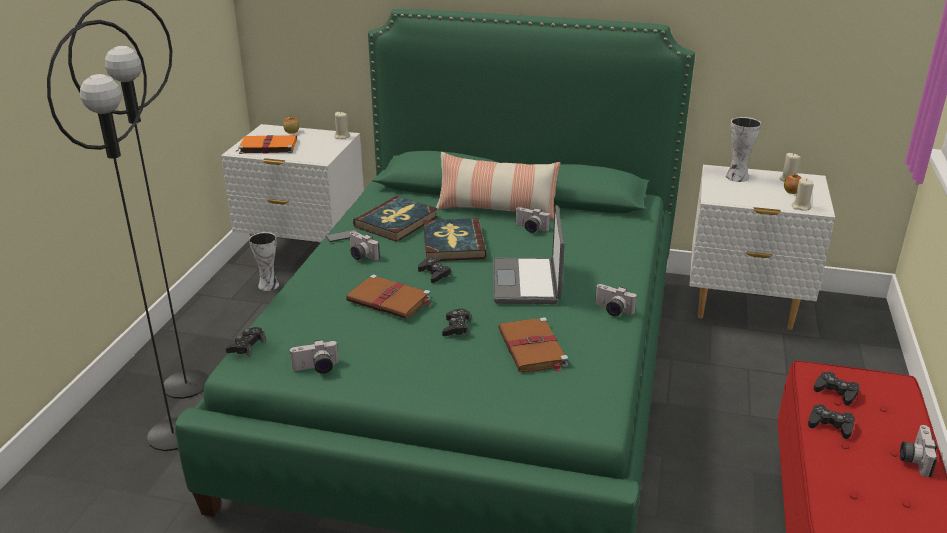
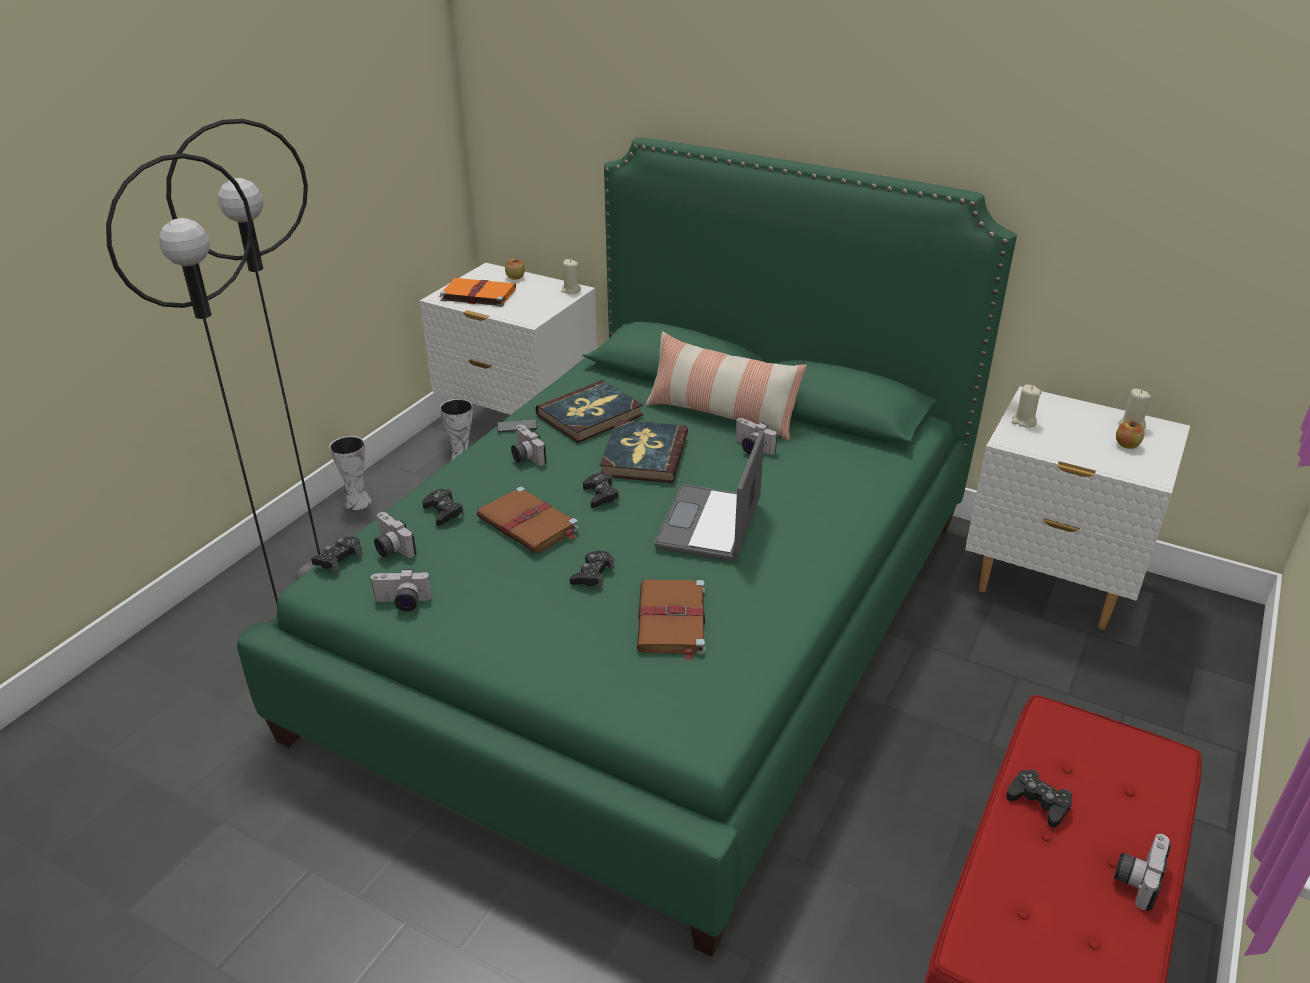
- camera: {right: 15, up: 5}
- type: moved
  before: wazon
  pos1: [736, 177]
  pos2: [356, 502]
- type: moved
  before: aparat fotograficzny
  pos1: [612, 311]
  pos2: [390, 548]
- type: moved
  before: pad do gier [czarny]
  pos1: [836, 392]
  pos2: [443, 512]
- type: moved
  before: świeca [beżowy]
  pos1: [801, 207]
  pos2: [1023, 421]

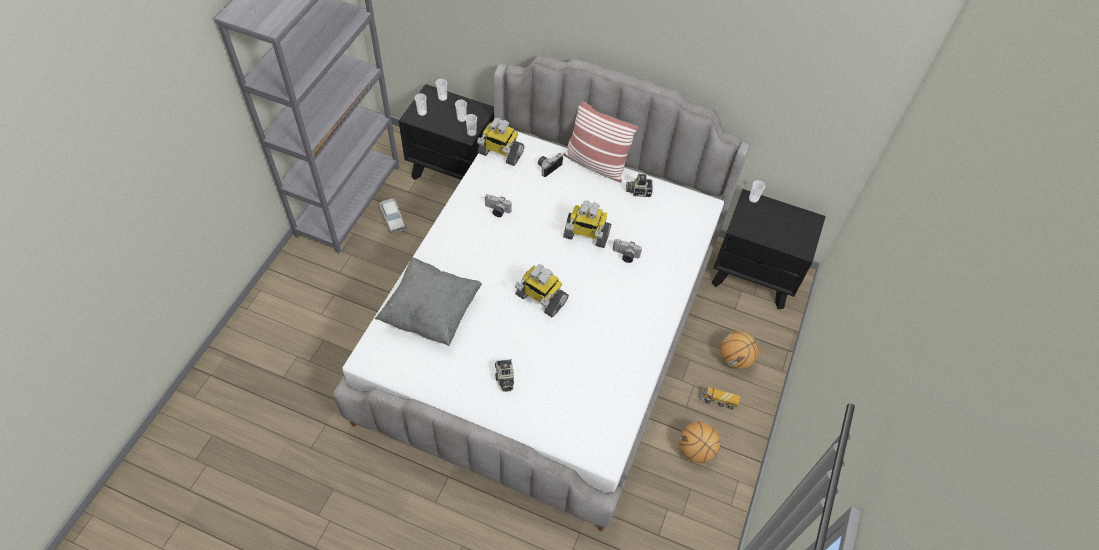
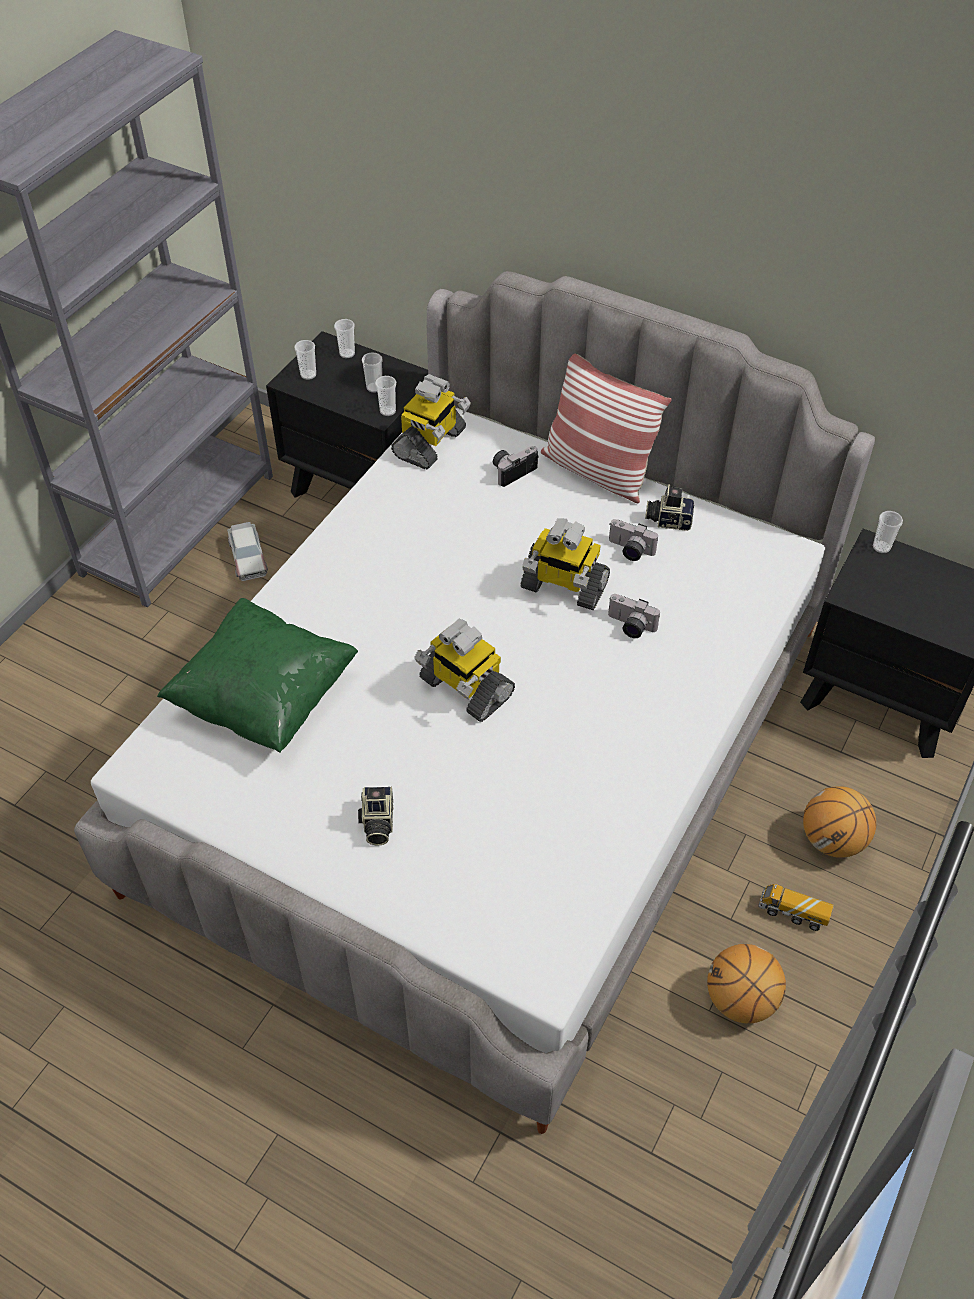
- camera: {right: 10, up: -5}
- type: recoloured
  before: poduszka [szary]
  after: poduszka [zielony]
  pos1: [431, 312]
  pos2: [265, 698]
- type: turned
  before: robot zabawkowy
  pos1: [500, 153]
  pos2: [430, 444]
  turn: -90
- type: moved
  before: aparat fotograficzny
  pos1: [496, 211]
  pos2: [629, 551]

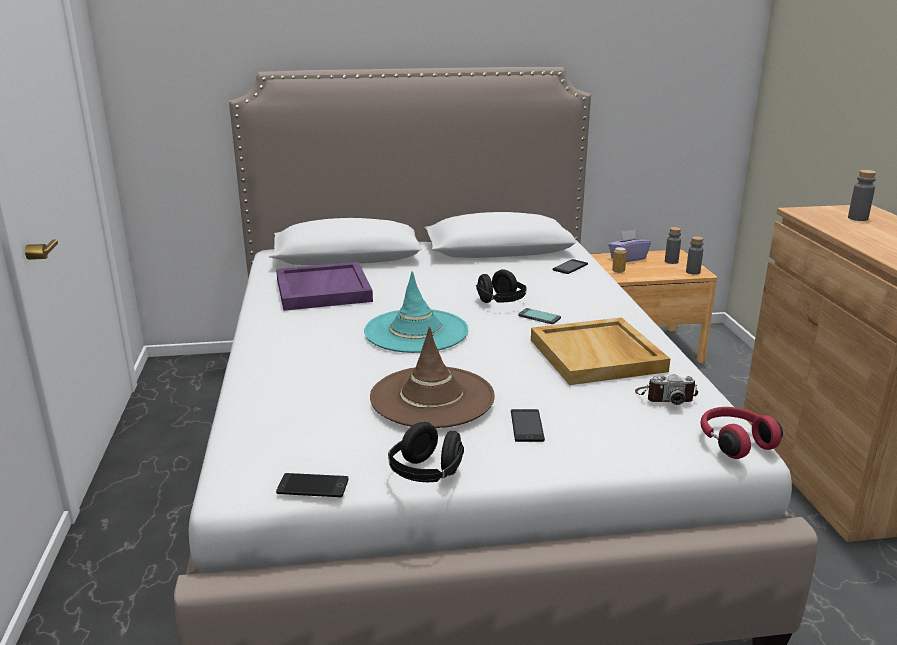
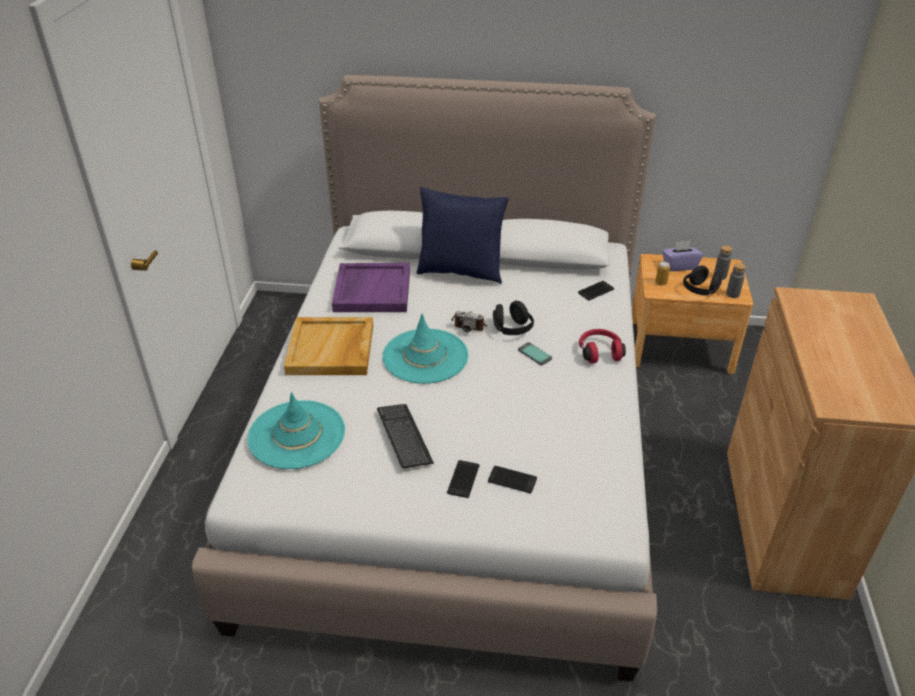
- camera: {right: 15, up: 15}
- type: added
  after: kapelusz [turkusowy]
  pos2: [297, 434]
- type: moved
  before: taca [beżowy]
  pos1: [598, 355]
  pos2: [331, 350]
- type: replaced
  before: kapelusz [brązowy]
  after: klawiatura
  pos1: [432, 397]
  pos2: [404, 437]
- type: added
  after: poduszka [niebieski]
  pos2: [460, 271]
- type: moved
  before: aparat fotograficzny
  pos1: [665, 396]
  pos2: [469, 324]
- type: moved
  before: telefon
  pos1: [312, 486]
  pos2: [512, 480]
- type: moved
  before: słuchawki [czerwony]
  pos1: [734, 442]
  pos2: [599, 352]
- type: moved
  before: słuchawki [czarny]
  pos1: [426, 474]
  pos2: [700, 291]
- type: removed
  before: butelka [szary]
  pos1: [857, 218]

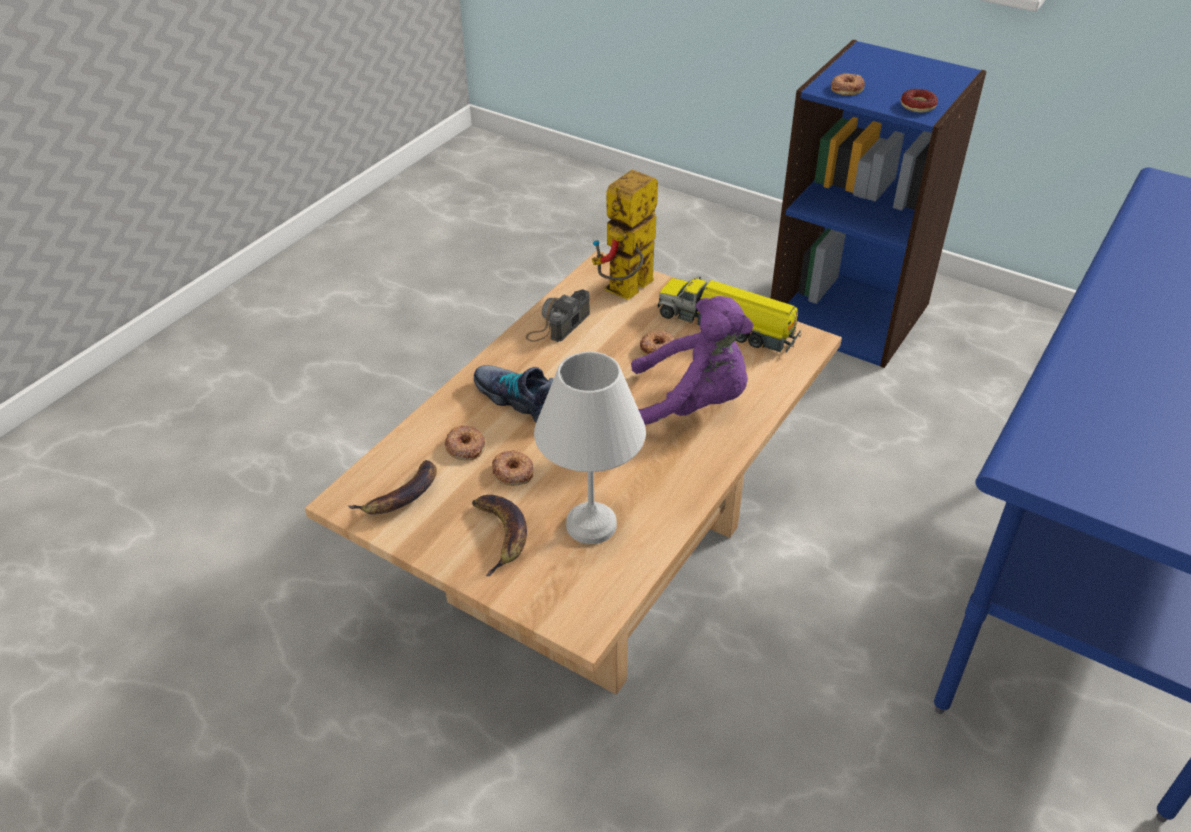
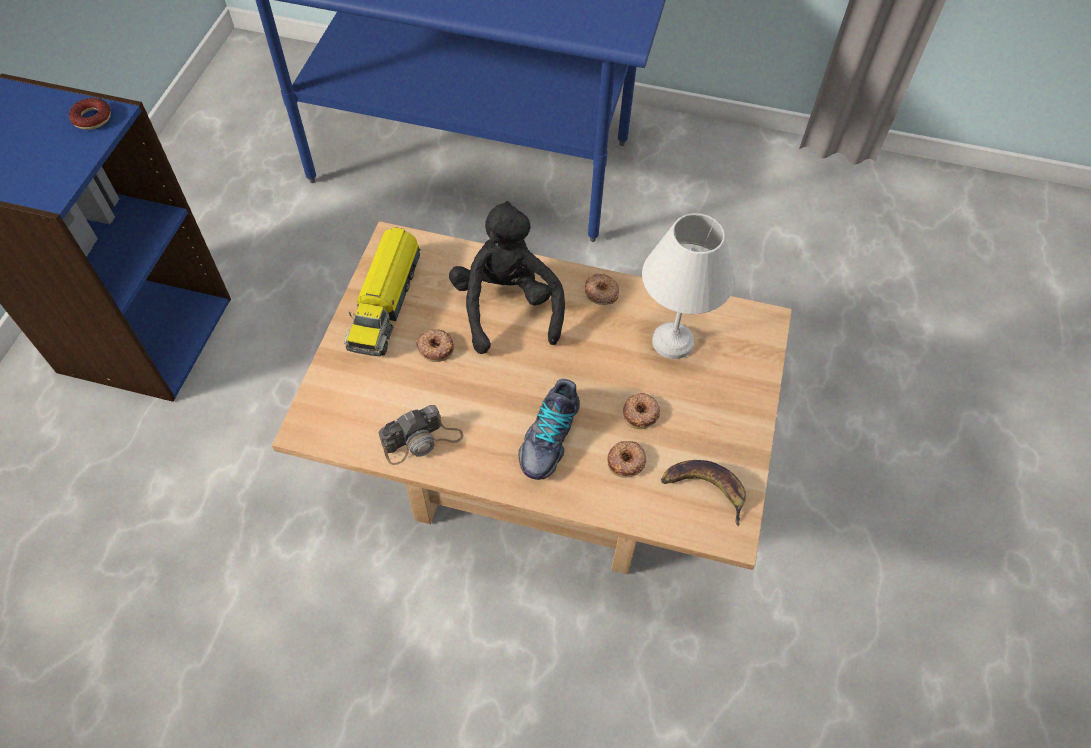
- camera: {right: -110, up: 15}
- type: turned
  before: aparat fotograficzny
  pos1: [558, 325]
  pos2: [422, 441]
  turn: -45
- type: recoloured
  before: pluszak [fioletowy]
  after: pluszak [czarny]
  pos1: [691, 405]
  pos2: [507, 306]
- type: moved
  before: donut
  pos1: [846, 88]
  pos2: [601, 292]
- type: removed
  before: banan
  pos1: [500, 535]
- type: removed
  before: robot zabawkowy
  pos1: [627, 292]

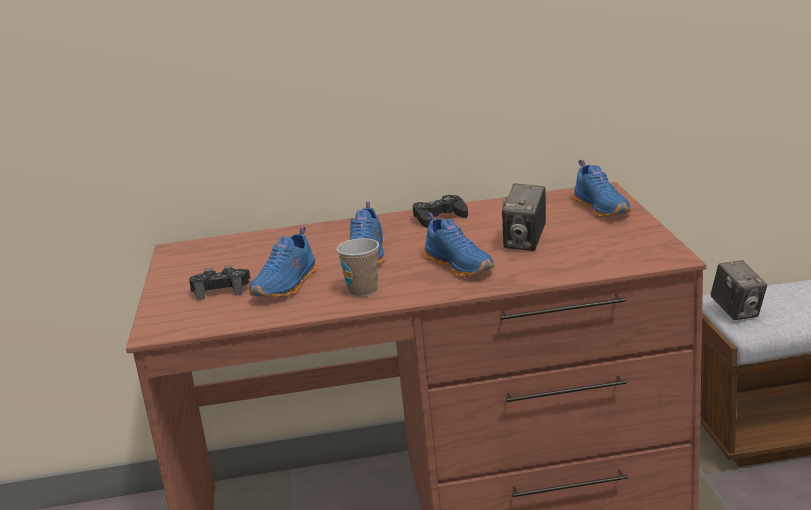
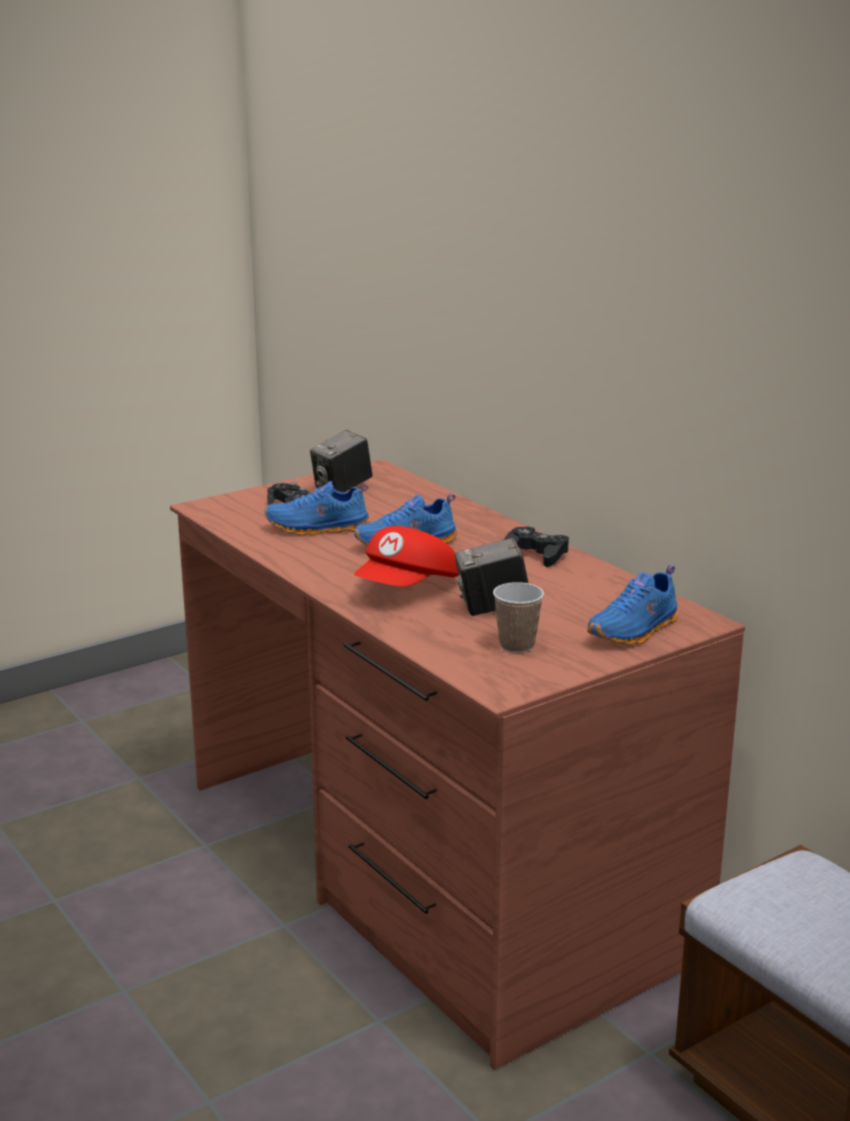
- camera: {right: 60, up: 0}
- type: moved
  before: aparat fotograficzny
  pos1: [737, 312]
  pos2: [342, 489]
- type: replaced
  before: but [niebieski]
  after: czapka z daszkiem [czerwony]
  pos1: [460, 265]
  pos2: [408, 589]
- type: moved
  before: filiżanka
  pos1: [363, 291]
  pos2: [517, 645]

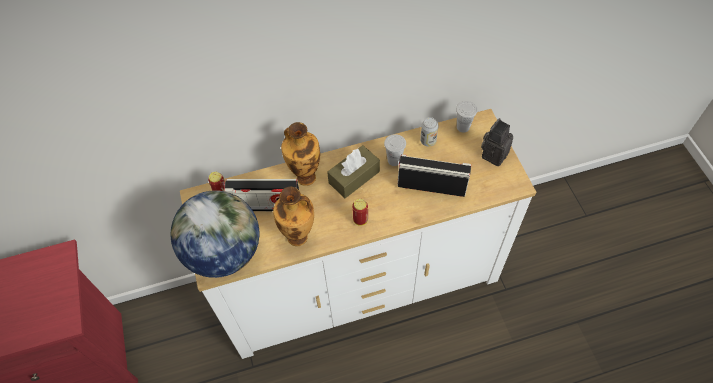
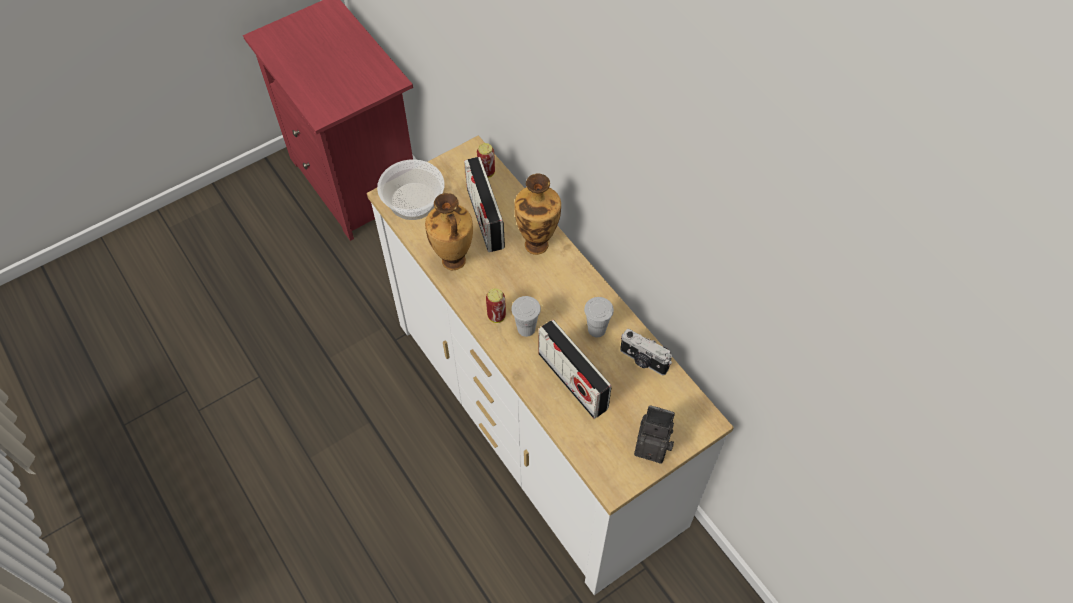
- camera: {right: 70, up: 0}
- type: replaced
  before: globus
  after: miska
  pos1: [224, 252]
  pos2: [414, 200]
- type: moved
  before: filiżanka [biały]
  pos1: [463, 127]
  pos2: [526, 328]
- type: turned
  before: radio
  pos1: [431, 186]
  pos2: [572, 381]
  turn: 150
- type: replaced
  before: puszka
  after: aparat fotograficzny
  pos1: [428, 141]
  pos2: [643, 360]
- type: removed
  before: pudełko chusteczek [brązowy]
  pos1: [354, 177]

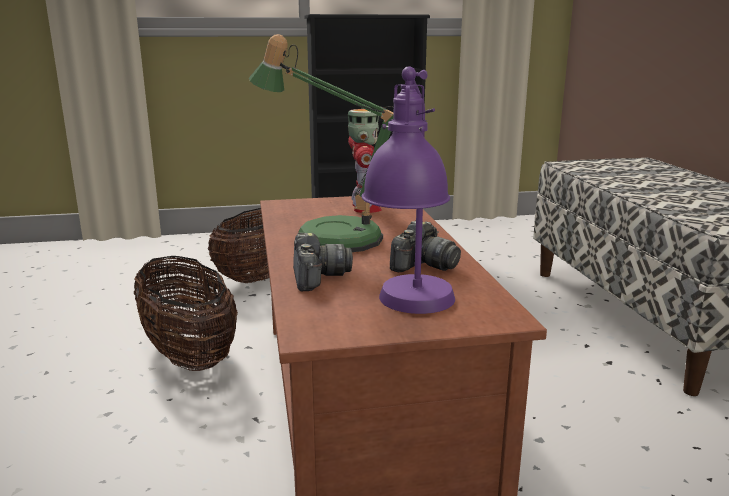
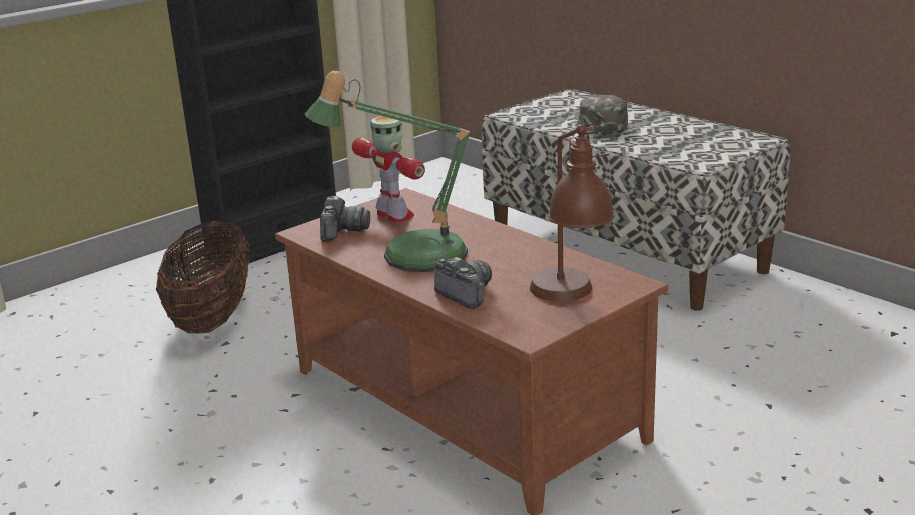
- camera: {right: -30, up: 5}
- type: moved
  before: aparat fotograficzny
  pos1: [424, 265]
  pos2: [342, 231]
- type: recoloured
  before: lampa stołowa [fioletowy]
  after: lampa stołowa [brązowy]
  pos1: [411, 311]
  pos2: [572, 299]
- type: added
  after: czapka z daszkiem [zielony]
  pos2: [599, 122]
- type: removed
  before: koszyk
  pos1: [189, 355]

